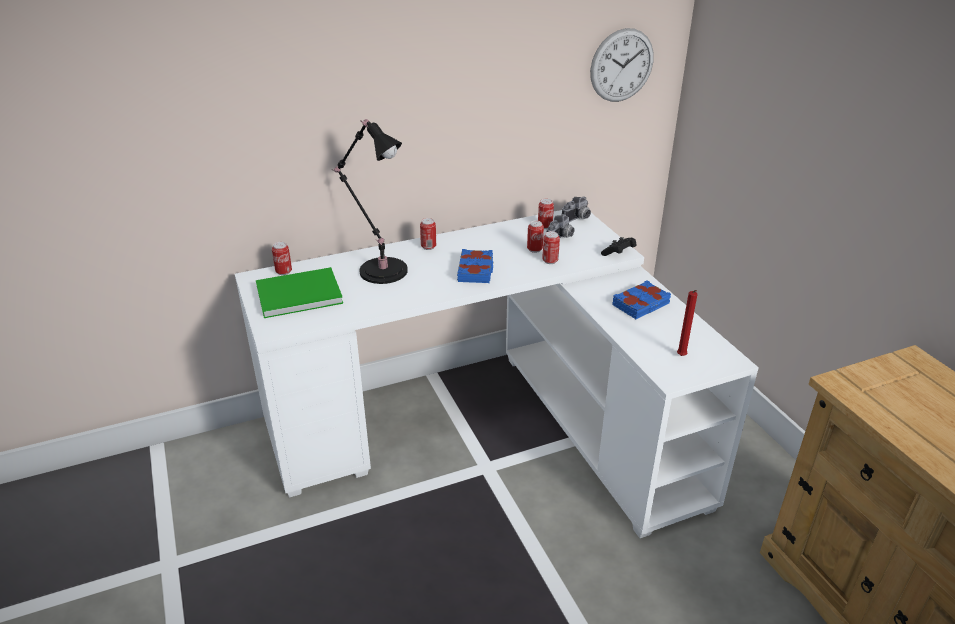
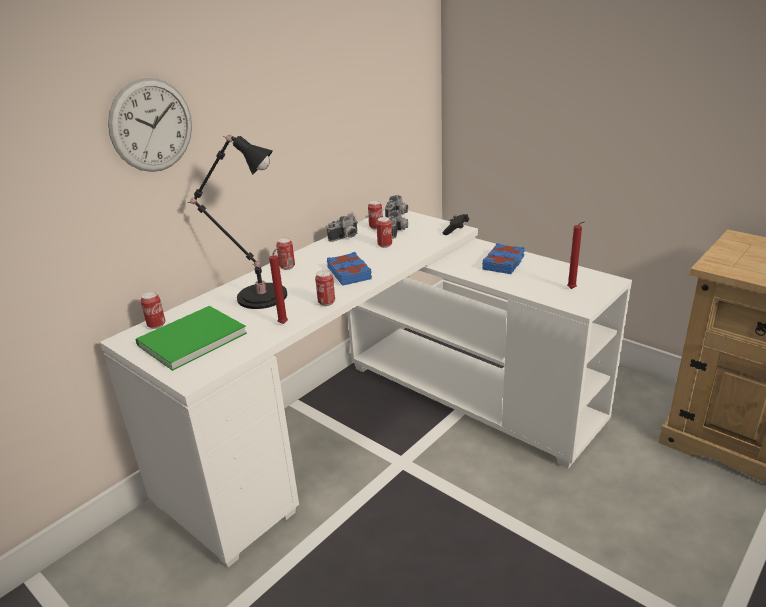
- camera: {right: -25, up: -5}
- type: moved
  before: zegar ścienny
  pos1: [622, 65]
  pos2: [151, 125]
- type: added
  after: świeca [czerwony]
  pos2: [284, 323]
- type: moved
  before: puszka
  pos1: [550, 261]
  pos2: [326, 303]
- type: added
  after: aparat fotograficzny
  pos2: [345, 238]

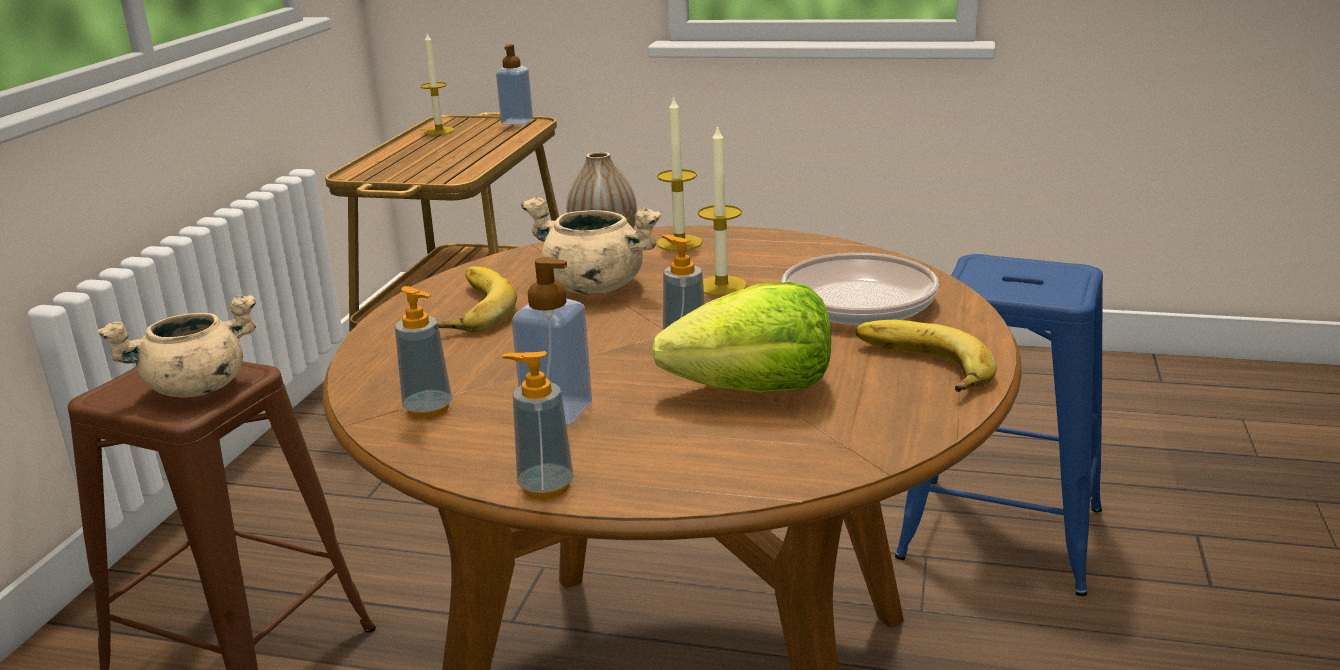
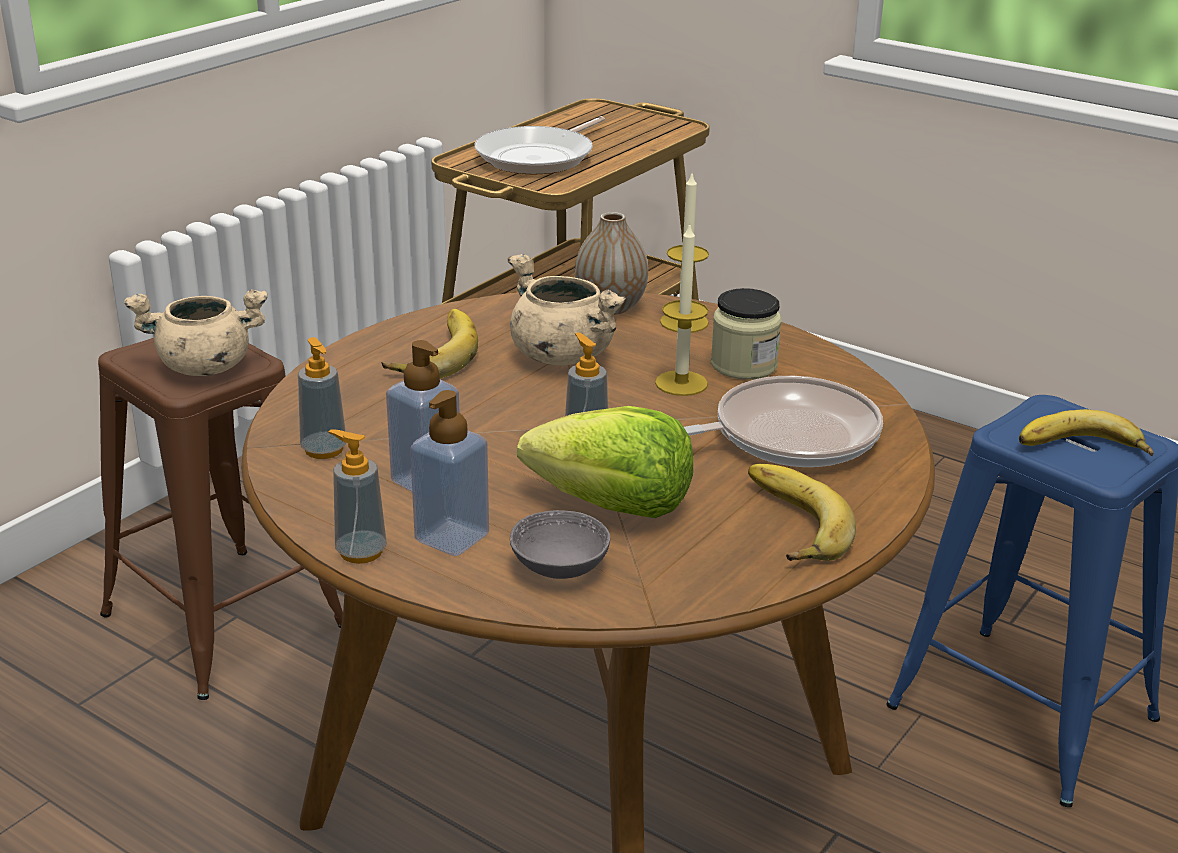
- camera: {right: 20, up: 5}
- type: moved
  before: dozownik mydła
  pos1: [517, 122]
  pos2: [452, 537]
- type: added
  after: patelnia
  pos2: [539, 157]
- type: added
  after: miska [szary]
  pos2: [559, 567]
- type: added
  after: słoik
  pos2: [743, 365]
- type: added
  after: banan
  pos2: [1082, 450]
- type: removed
  before: świeca
  pos1: [439, 131]

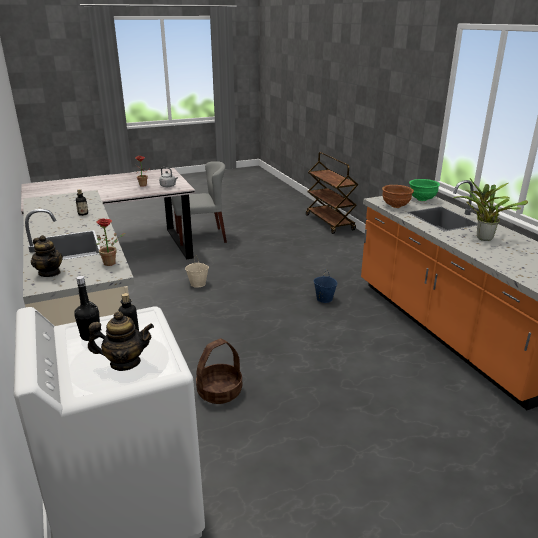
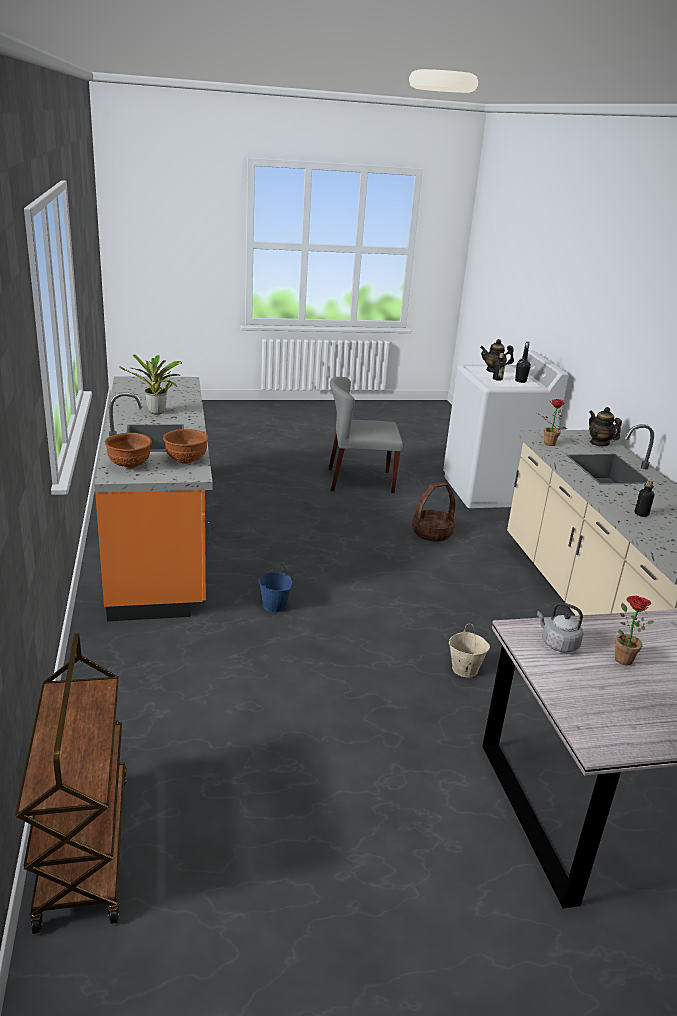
- camera: {right: -170, up: 0}
- type: recoloured
  before: miska [zielony]
  after: miska [brązowy]
  pos1: [422, 199]
  pos2: [129, 466]
- type: moved
  before: krzesło [szary]
  pos1: [201, 237]
  pos2: [359, 481]

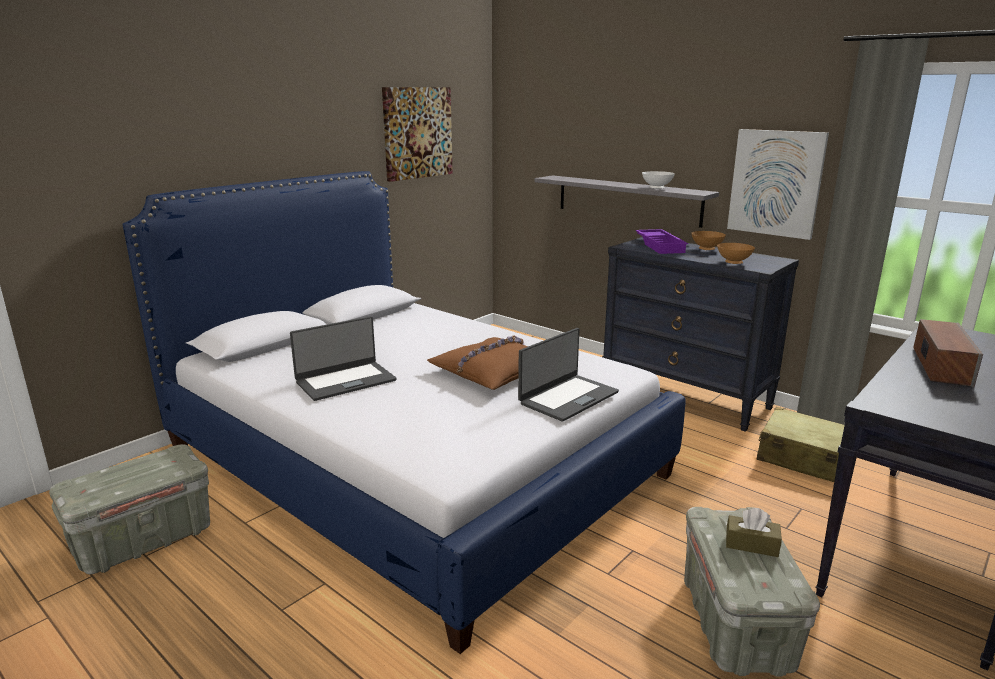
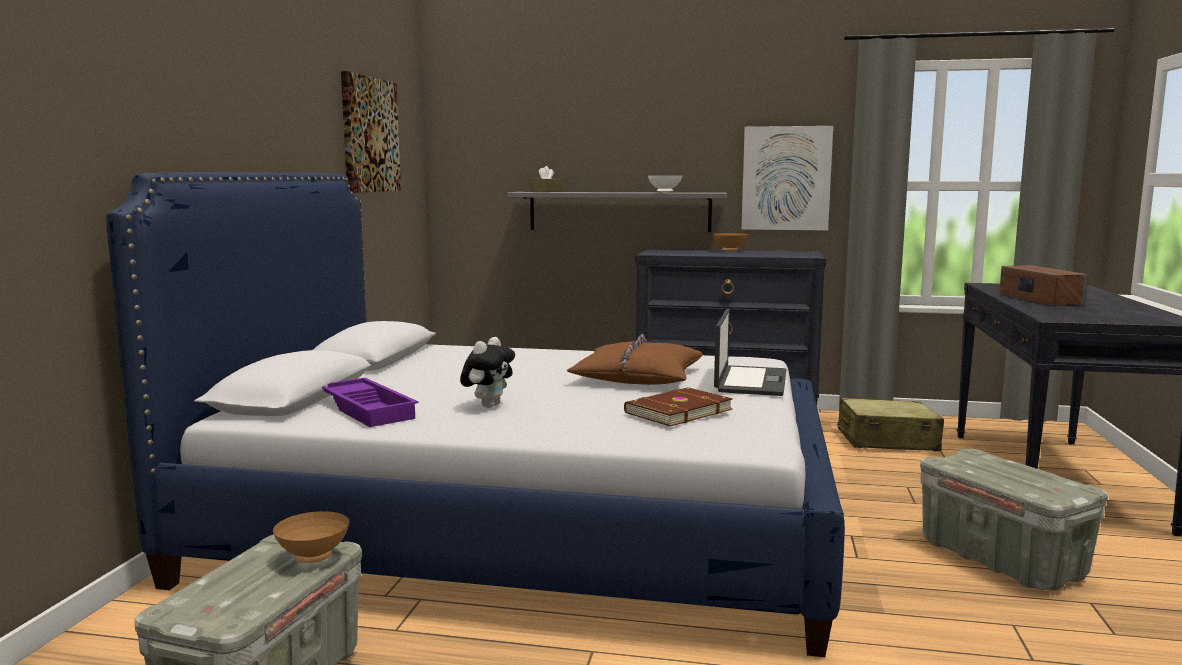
- camera: {right: -30, up: -10}
- type: moved
  before: miska [brązowy]
  pos1: [733, 263]
  pos2: [313, 558]
- type: moved
  before: taca [fioletowy]
  pos1: [661, 246]
  pos2: [369, 409]
- type: replaced
  before: laptop
  after: pluszak
  pos1: [345, 381]
  pos2: [488, 405]
- type: moved
  before: pudełko chusteczek [brązowy]
  pos1: [751, 544]
  pos2: [546, 191]
- type: added
  after: książka [brązowy]
  pos2: [676, 411]

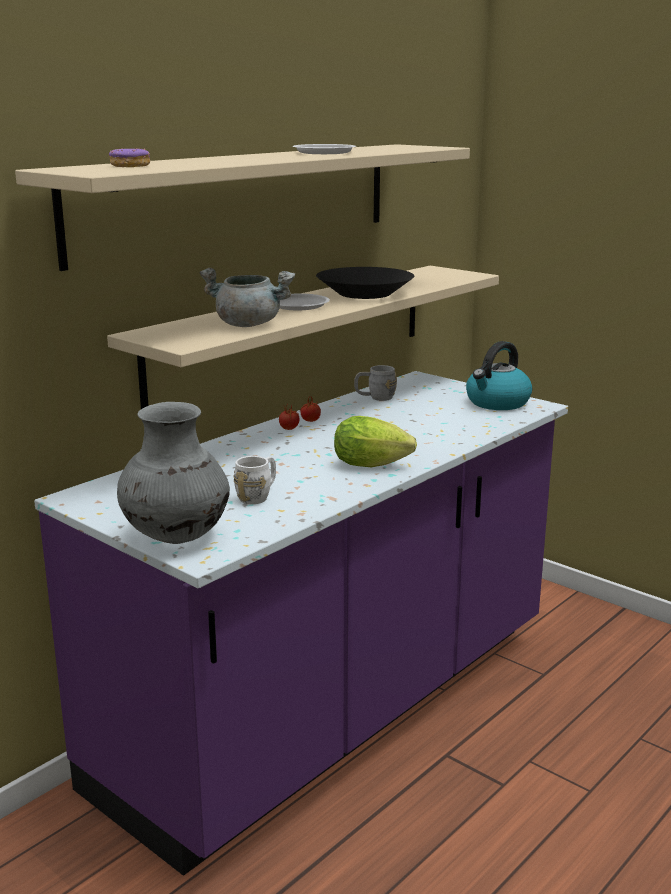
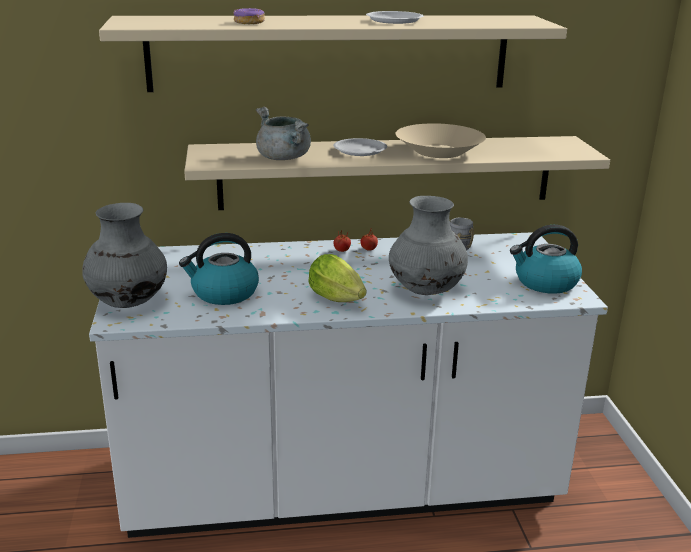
- camera: {right: 40, up: 5}
- type: recoloured
  before: zabudowa kuchenna [fioletowy]
  after: zabudowa kuchenna [biały]
  pos1: [335, 708]
  pos2: [341, 486]
- type: replaced
  before: kubek [biały]
  after: czajnik
  pos1: [258, 496]
  pos2: [224, 293]
- type: moved
  before: donut
  pos1: [130, 166]
  pos2: [249, 22]
- type: added
  after: wazon [szary]
  pos2: [426, 291]
- type: recoloured
  before: miska [czarny]
  after: miska [beżowy]
  pos1: [364, 293]
  pos2: [439, 151]

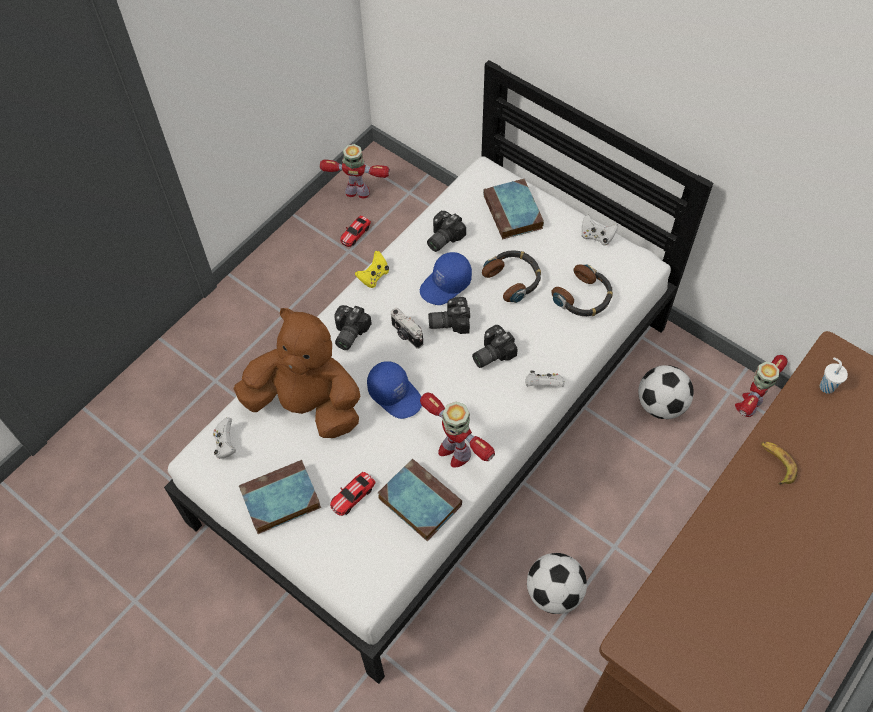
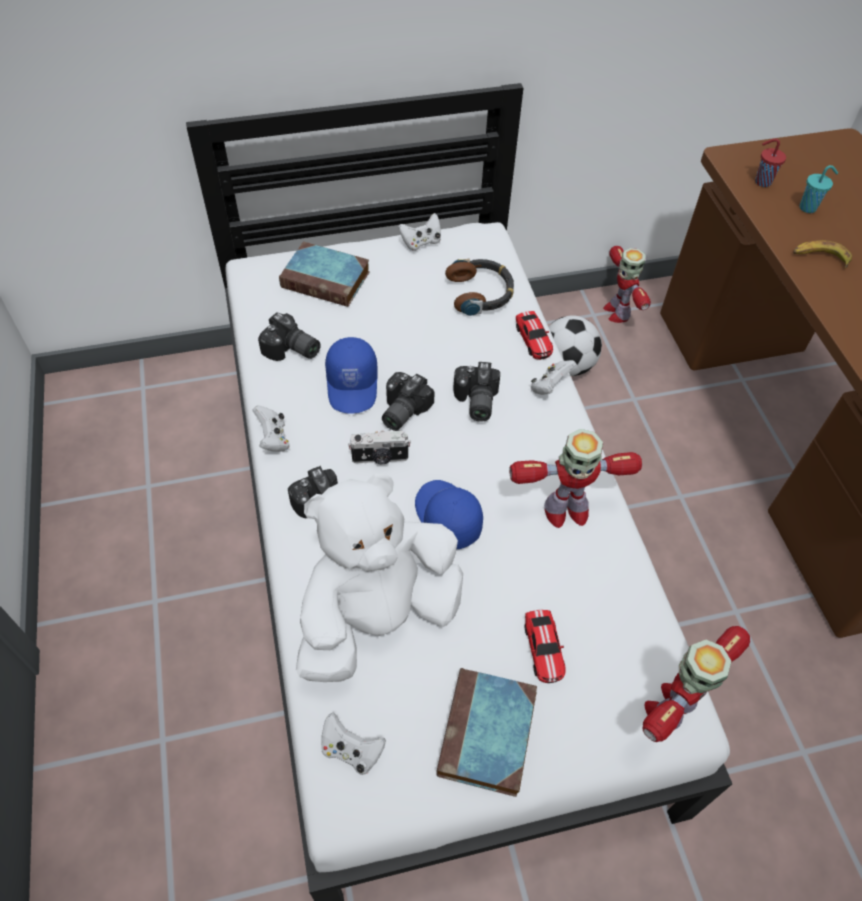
- camera: {right: -55, up: -5}
- type: recoloured
  before: pad do gier [żółty]
  after: pad do gier [biały]
  pos1: [374, 276]
  pos2: [273, 439]
- type: turned
  before: aparat fotograficzny
  pos1: [442, 238]
  pos2: [291, 351]
  turn: -45
- type: recoloured
  before: pluszak [brązowy]
  after: pluszak [biały]
  pos1: [307, 404]
  pos2: [377, 616]
- type: turned
  before: czapka z daszkiem [niebieski]
  pos1: [395, 394]
  pos2: [446, 517]
  turn: -105
- type: moved
  before: samochodzik
  pos1: [355, 233]
  pos2: [533, 339]
- type: moved
  before: robot zabawkowy
  pos1: [358, 192]
  pos2: [671, 707]
- type: recoloured
  before: filiżanka [biały]
  after: filiżanka [czerwony]
  pos1: [826, 386]
  pos2: [761, 182]
- type: added
  after: filiżanka [turkusowy]
  pos2: [808, 208]
- type: removed
  before: książka
  pos1: [418, 501]
- type: removed
  before: słuchawki
  pos1: [513, 278]
- type: removed
  before: piłka futbolowa
  pos1: [554, 592]

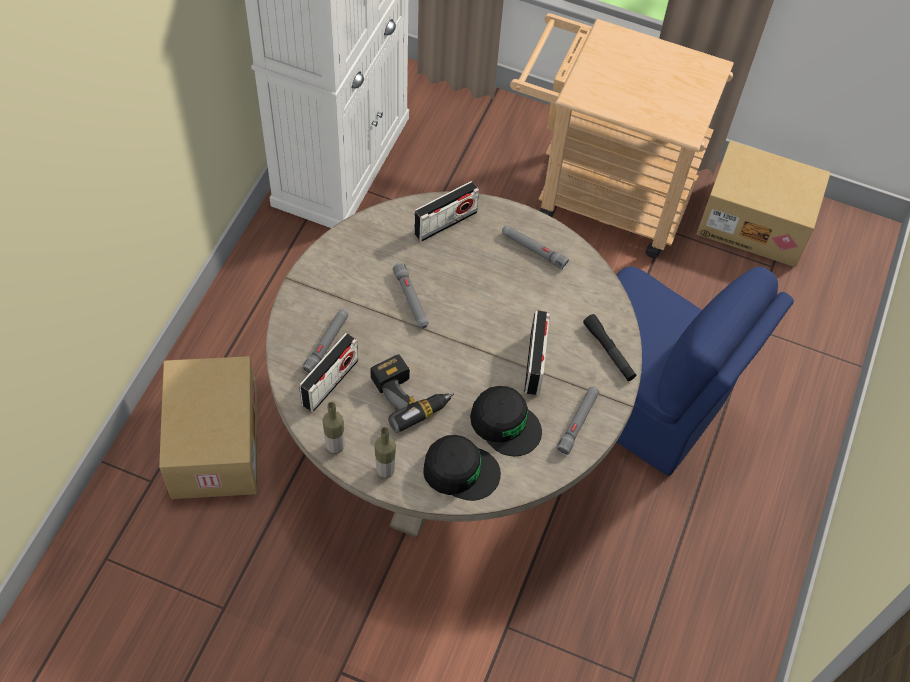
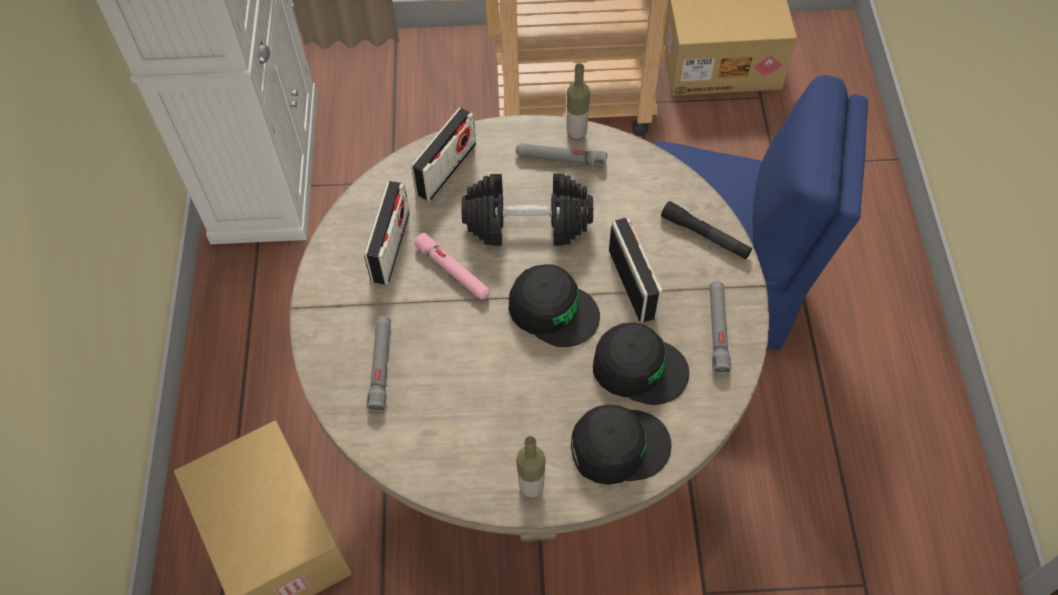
- camera: {right: -20, up: 0}
- type: moved
  before: radio
  pos1: [330, 382]
  pos2: [390, 247]
- type: recoloured
  before: latarka [szary]
  after: latarka [różowy]
  pos1: [411, 299]
  pos2: [453, 271]
- type: added
  after: hantel [czarny]
  pos2: [528, 223]
- type: added
  after: czapka z daszkiem [czarny]
  pos2: [553, 310]
- type: moved
  before: butelka
  pos1: [335, 446]
  pos2: [576, 133]
- type: removed
  before: wiertarka
  pos1: [410, 395]

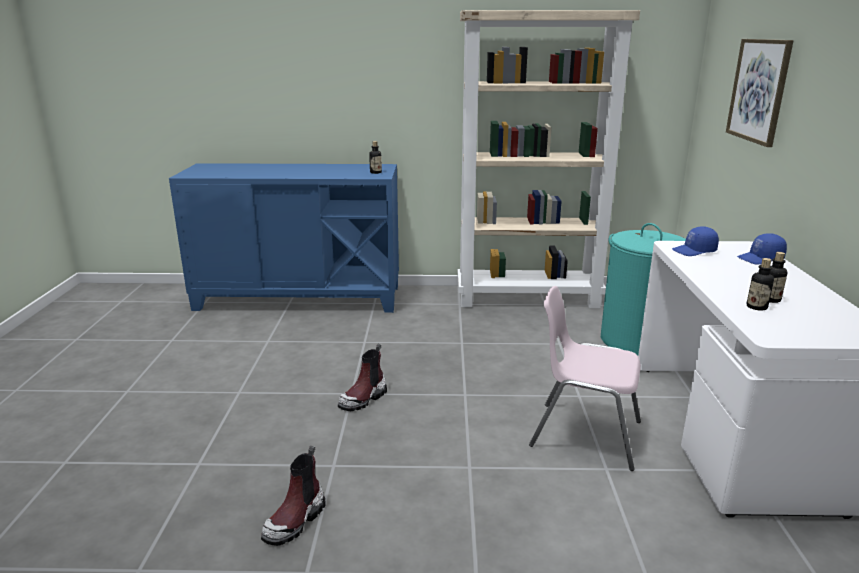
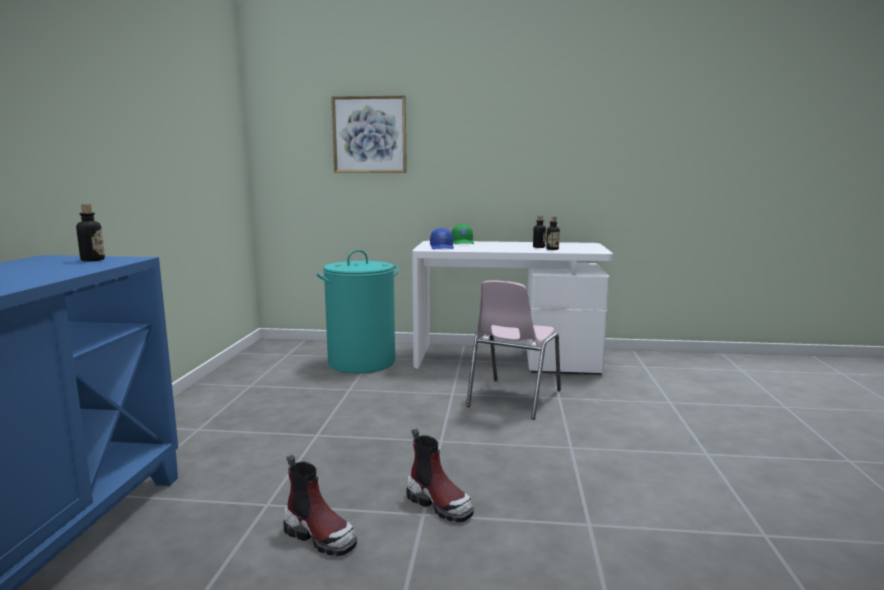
- camera: {right: -85, up: -10}
- type: moved
  before: but z cholewką
  pos1: [295, 521]
  pos2: [320, 536]
- type: recoloured
  before: czapka z daszkiem [niebieski]
  after: czapka z daszkiem [zielony]
  pos1: [760, 259]
  pos2: [463, 242]
- type: removed
  before: regał [beżowy]
  pos1: [528, 298]

